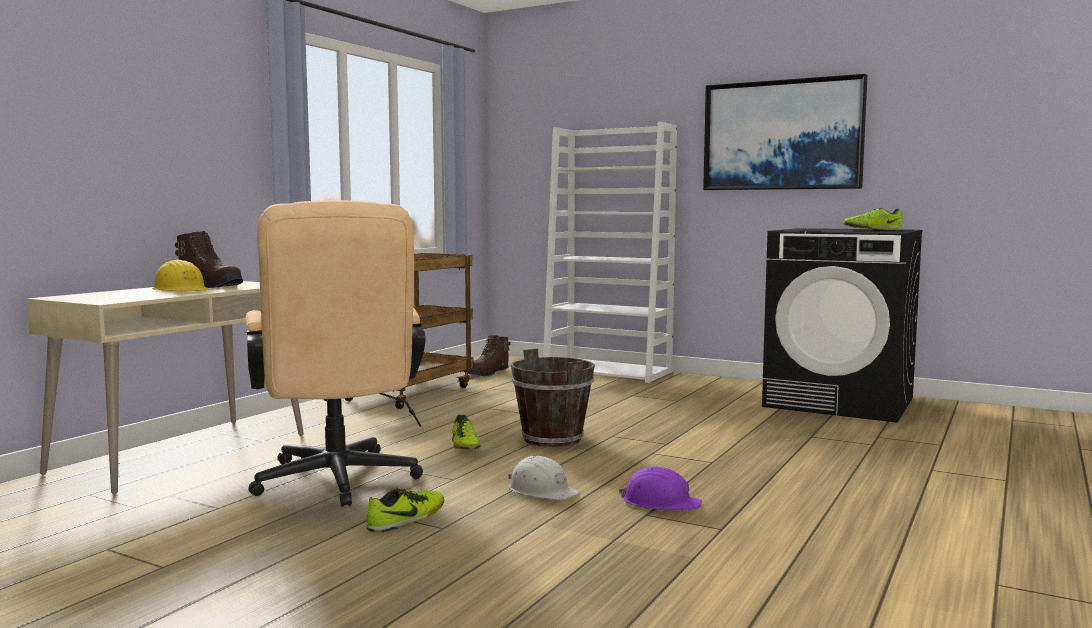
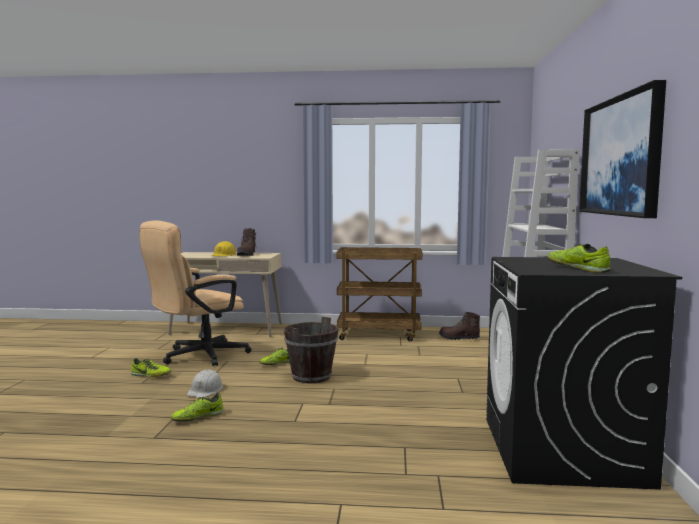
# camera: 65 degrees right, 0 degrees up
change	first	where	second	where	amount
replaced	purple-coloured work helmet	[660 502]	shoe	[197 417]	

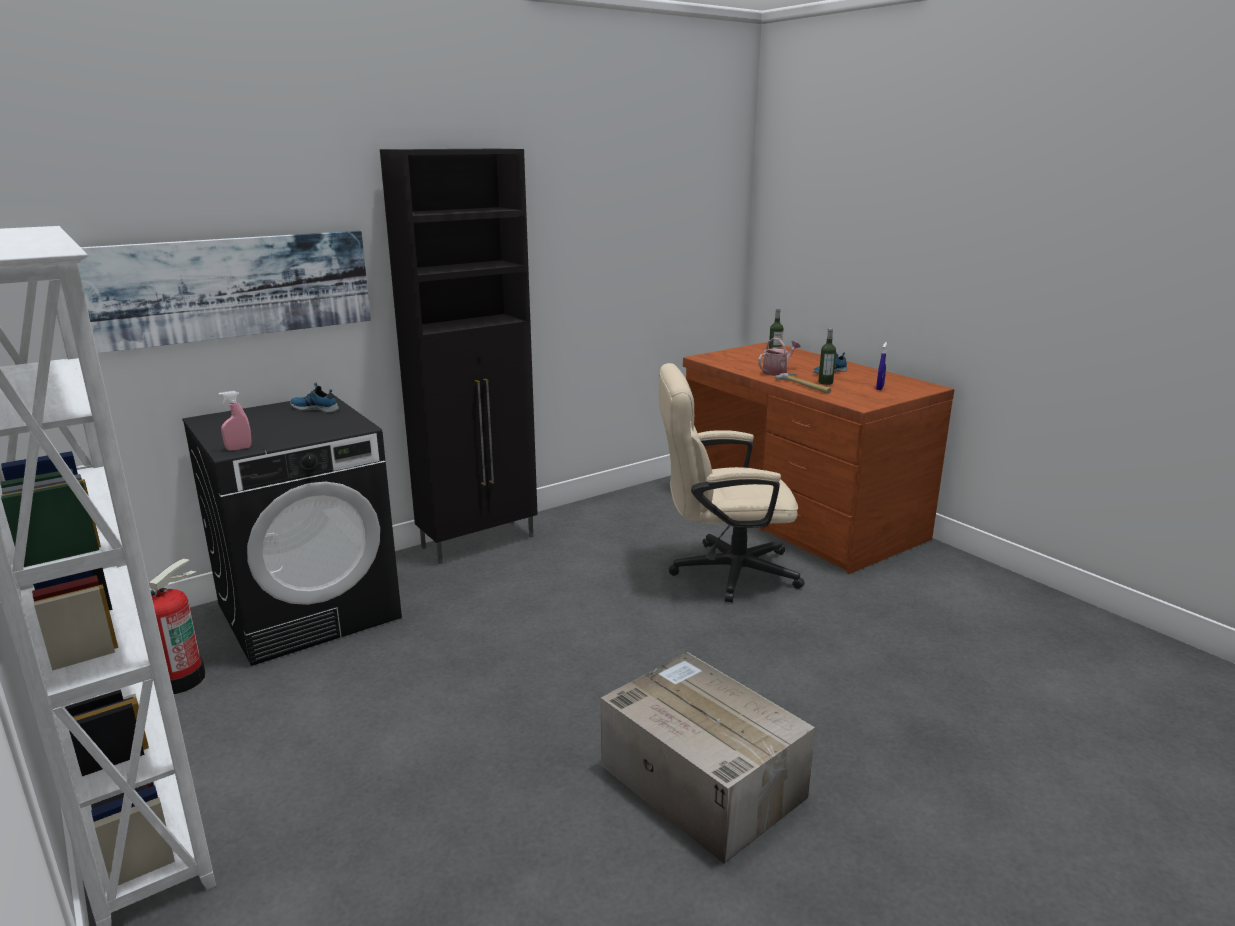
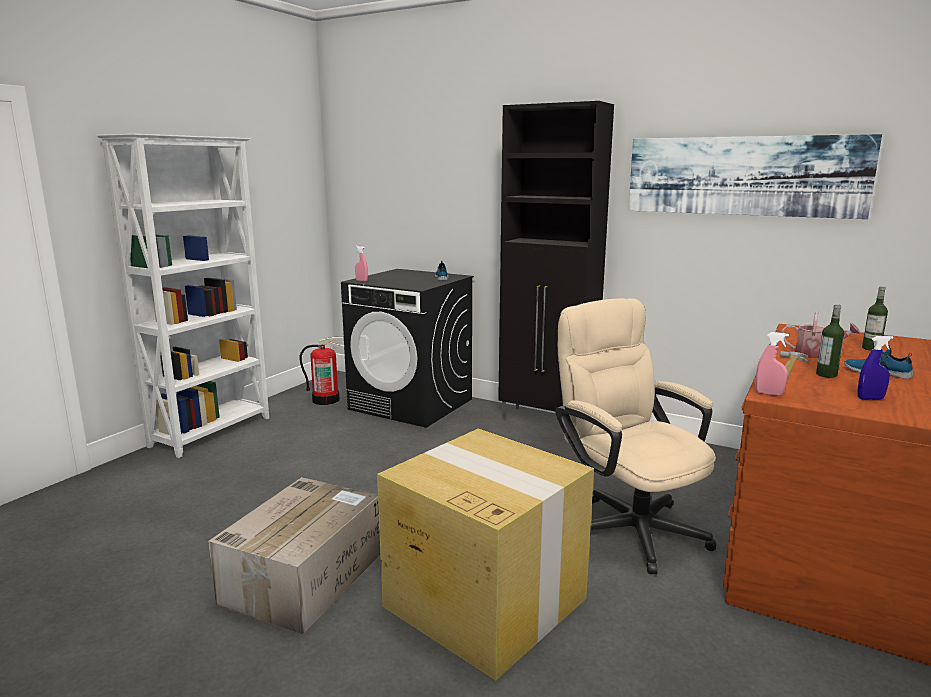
# camera: 65 degrees right, 5 degrees down
change	first	where	second	where	amount
moved	picture	[223 288]		[743 176]	
added			cardboard box	[483 601]	
added			pink spray bottle	[769 394]	

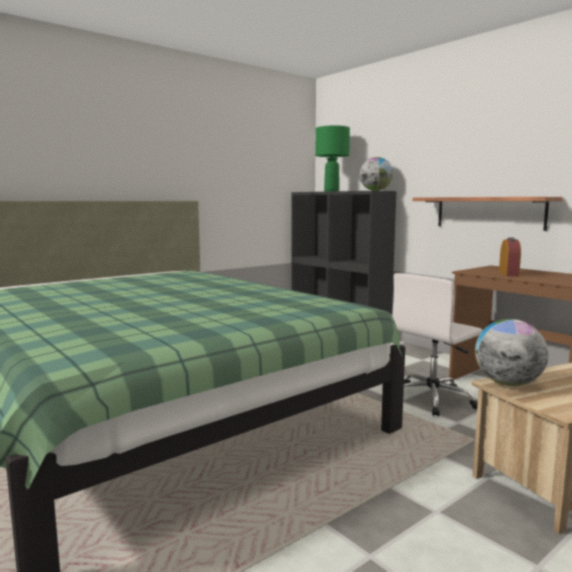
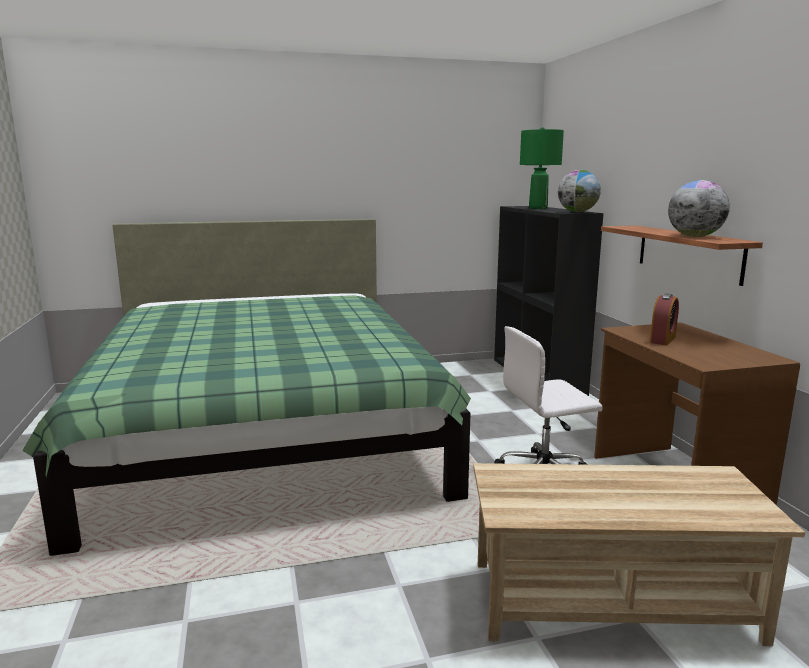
# camera: 25 degrees right, 5 degrees up
change	first	where	second	where	amount
moved	world globe	[508 383]		[694 236]	

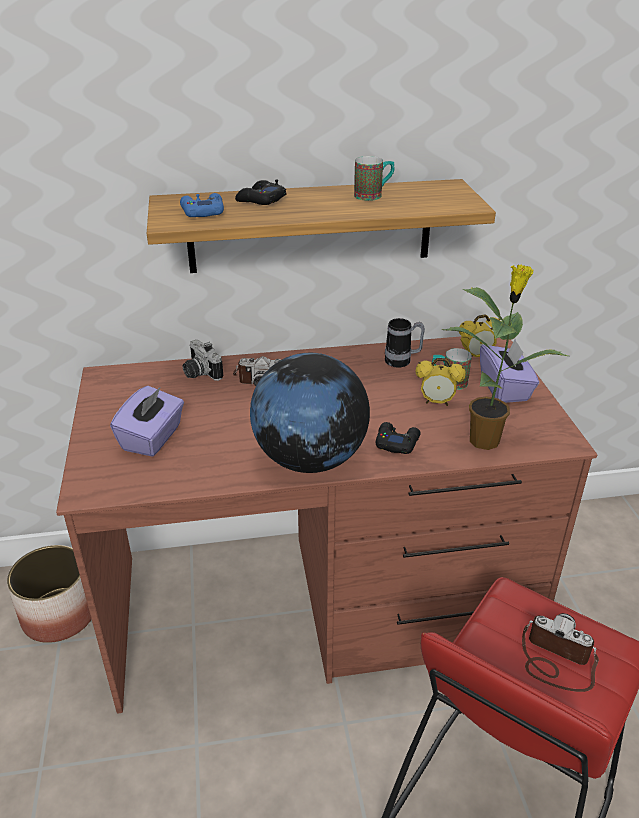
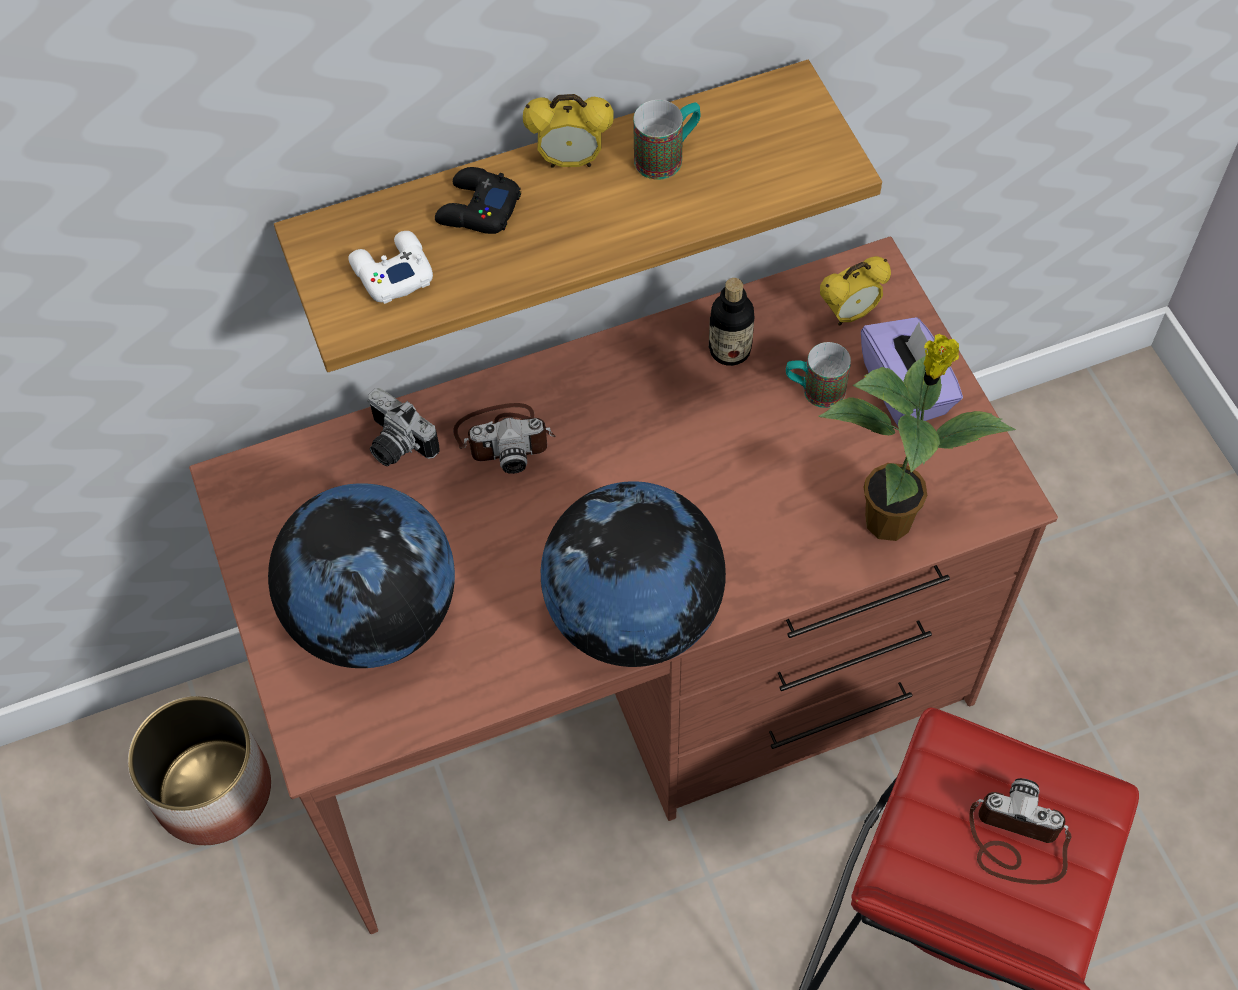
# camera: 10 degrees left, 25 degrees up
change	first	where	second	where	amount
replaced	purple-coloured tissue box	[152 438]	world globe	[375 616]	
recoloured	blue joypad	[202 212]	whitish joypad	[392 272]	
removed	blackish joypad	[396 442]			
replaced	tea mug	[402 361]	drink bottle	[730 350]	
moved	bedside clock	[437 402]		[571 161]	

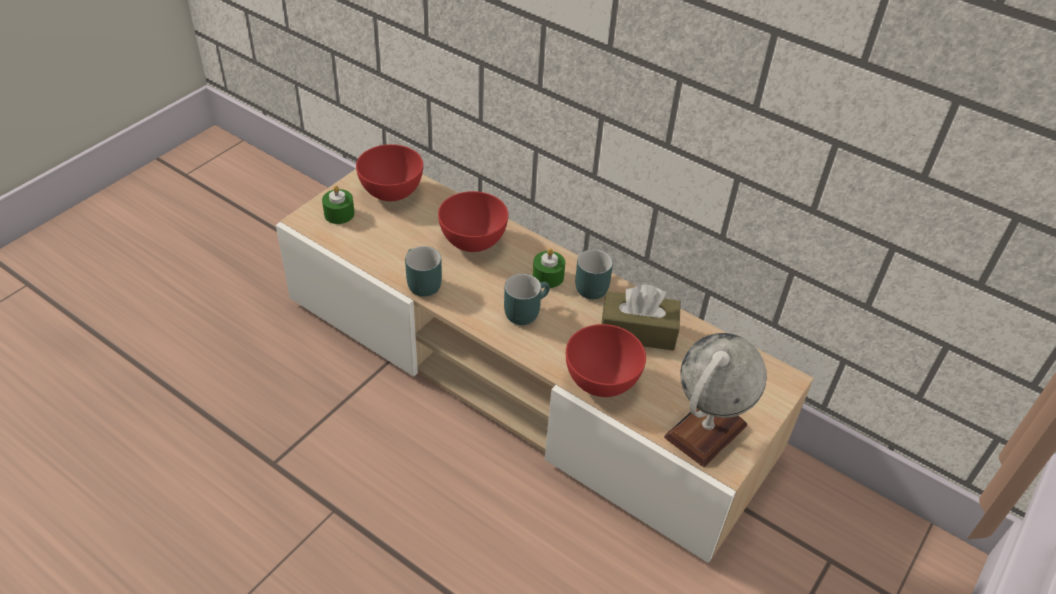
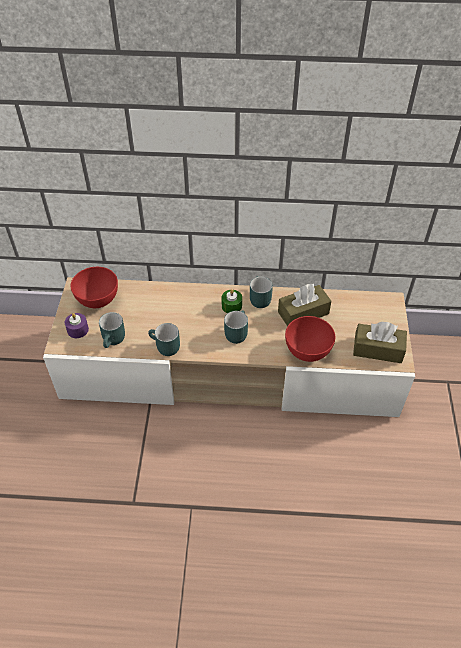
# camera: 30 degrees left, 5 degrees up
change	first	where	second	where	amount
recoloured	green-coloured candle	[339 214]	purple-coloured candle	[78 330]	
removed	red bowl	[473 242]			
replaced	world globe	[705 431]	brown tissue box	[378 349]	
added			turquoise-coloured tea mug	[114 340]	

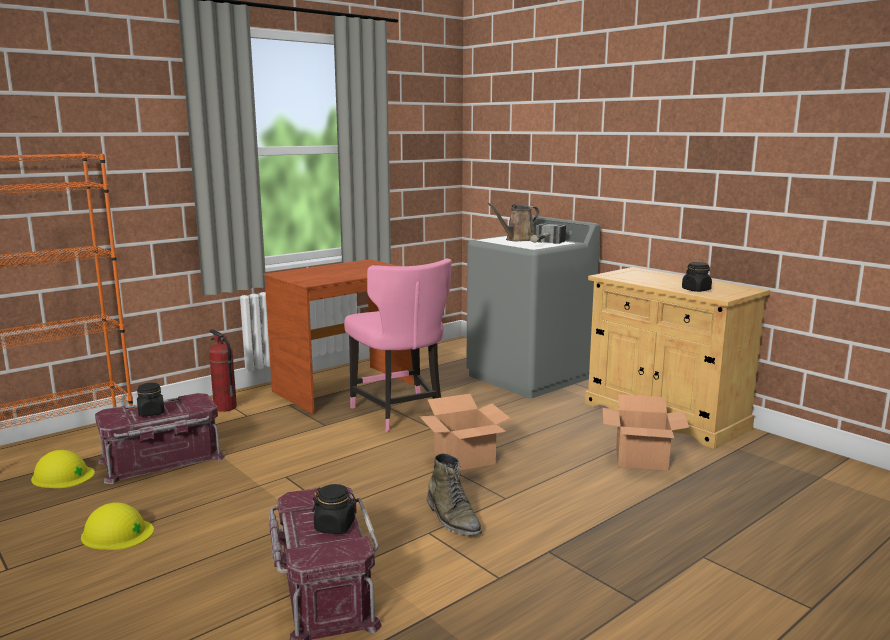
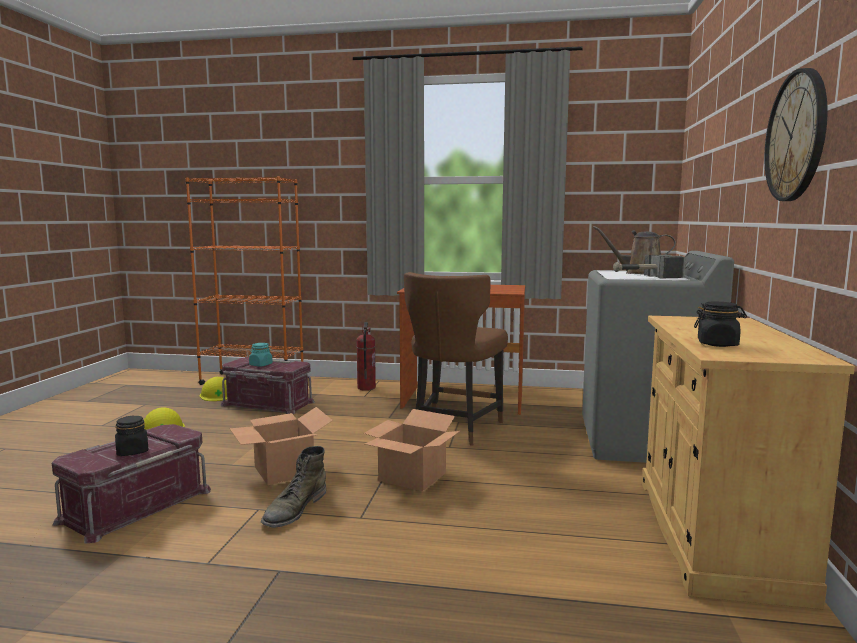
# camera: 50 degrees right, 5 degrees down
change	first	where	second	where	amount
recoloured	blackish storage jar	[151 413]	turquoise-coloured storage jar	[260 365]	
recoloured	pink chair	[400 414]	brown chair	[454 429]	
moved	cardboard box	[642 458]		[285 471]	
added			hanging clock	[796 136]	

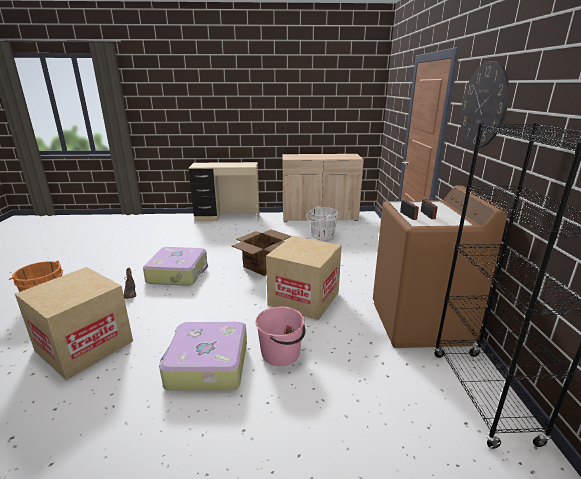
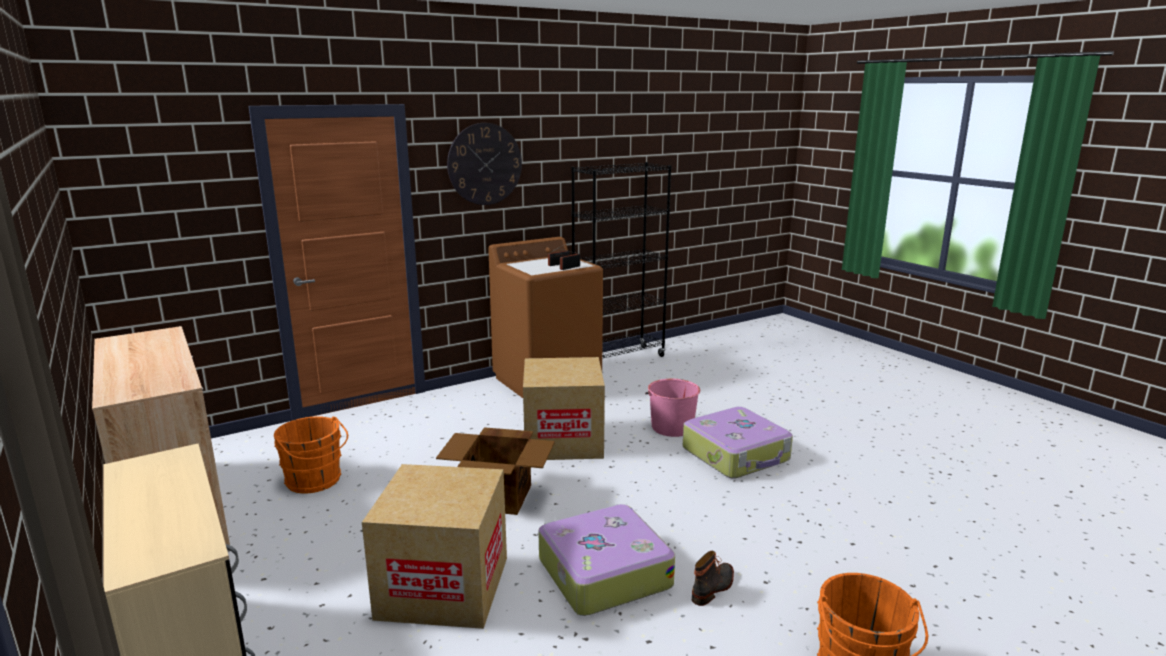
# camera: 120 degrees left, 5 degrees down
change	first	where	second	where	amount
moved	cardboard box	[84 346]		[443 587]	
recoloured	whitish pail	[321 235]	orange pail	[315 481]	

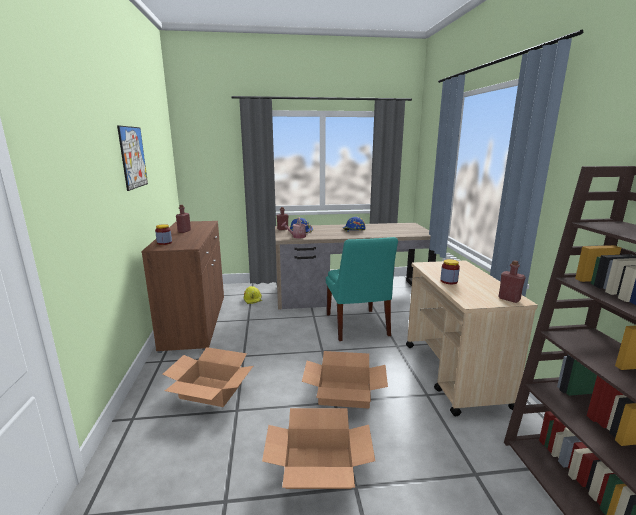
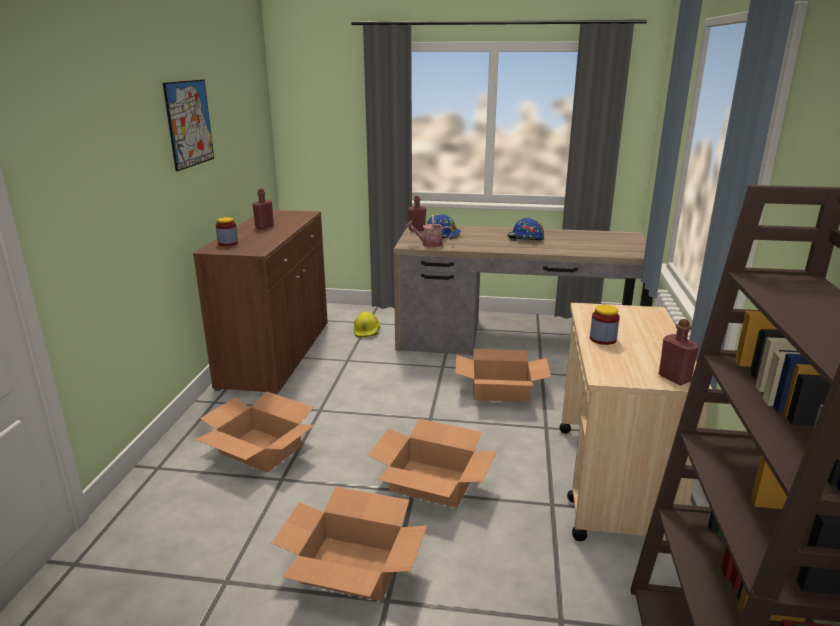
# camera: 15 degrees right, 5 degrees up
change	first	where	second	where	amount
replaced	turquoise-coloured chair	[357 326]	cardboard box	[500 390]	

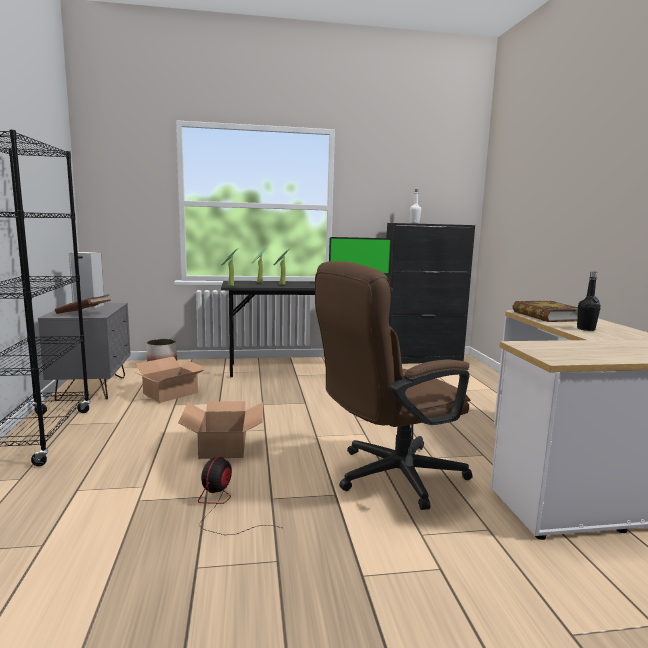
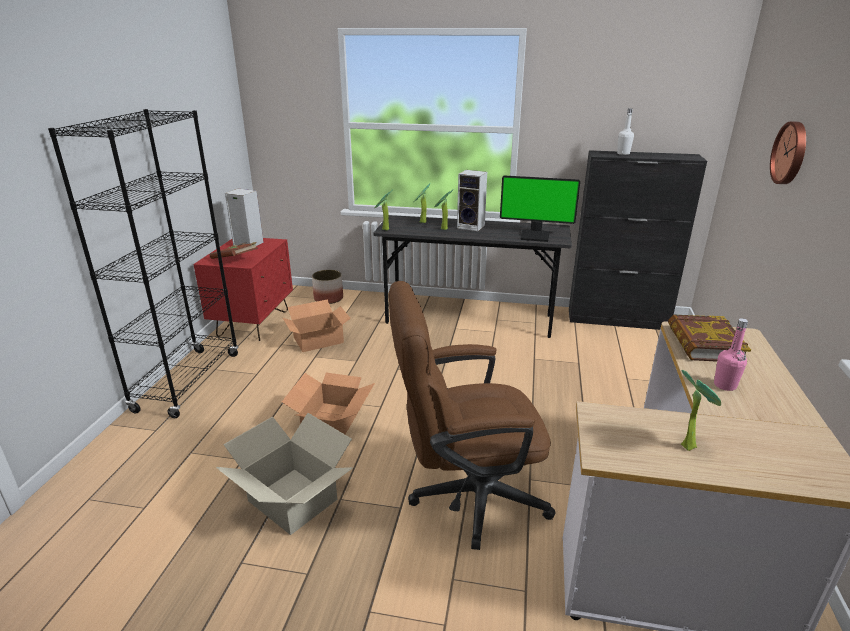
# camera: 20 degrees right, 15 degrees up
change	first	where	second	where	amount
recoloured	grey bedside table	[92 388]	red bedside table	[254 323]	
replaced	electric fan	[222 507]	cardboard box	[293 499]	
recoloured	blackish drink bottle	[586 329]	pink drink bottle	[725 385]	
added			audio speaker	[472 227]	
added			plant in a pot	[688 444]	
added			hanging clock	[791 153]	

